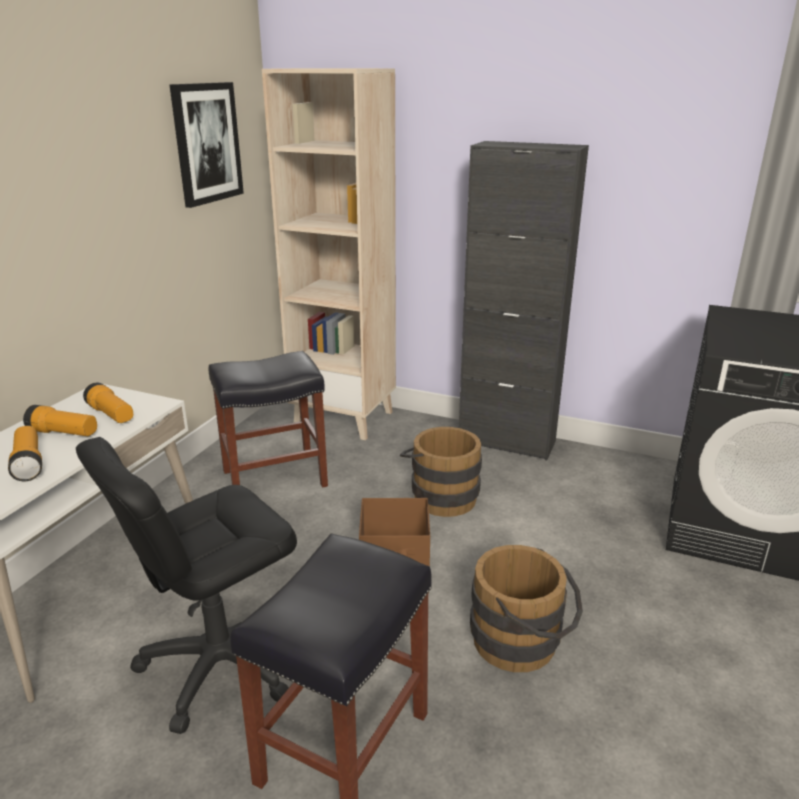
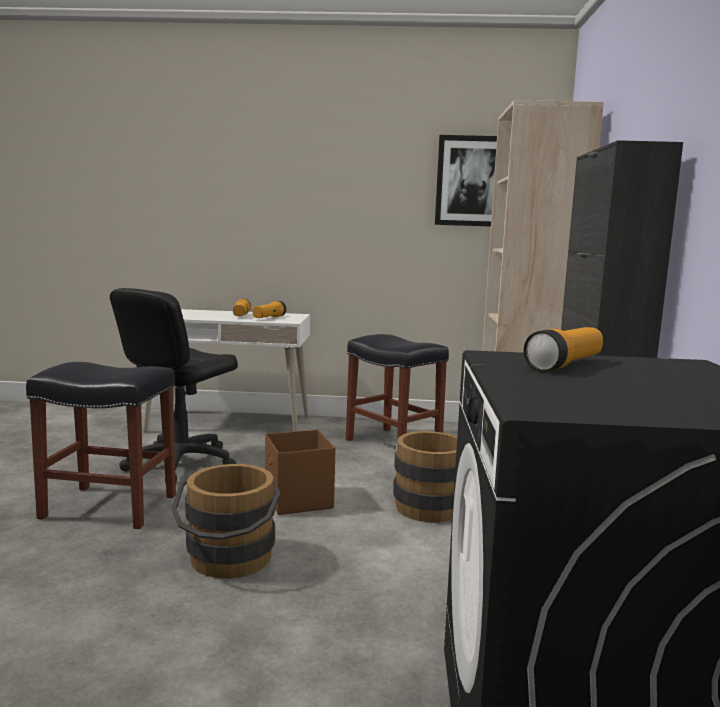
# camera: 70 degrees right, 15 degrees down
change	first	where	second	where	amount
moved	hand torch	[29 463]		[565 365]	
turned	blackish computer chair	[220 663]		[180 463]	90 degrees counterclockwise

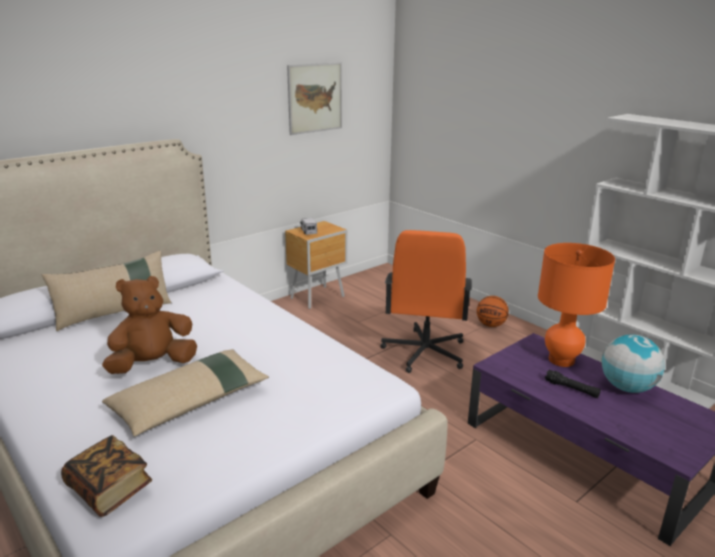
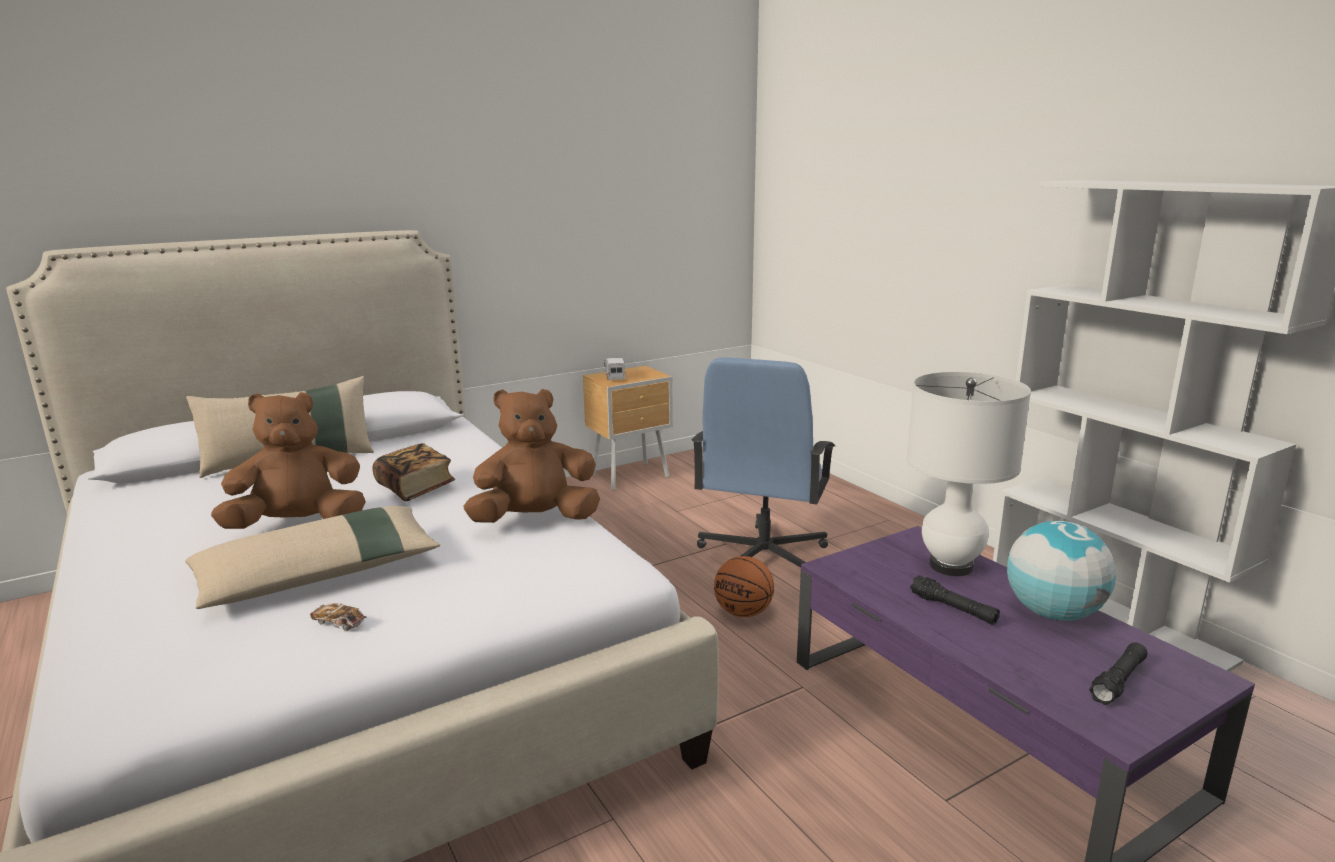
# camera: 10 degrees right, 5 degrees down
change	first	where	second	where	amount
moved	book	[109 489]		[415 488]	
removed	picture	[315 98]			
recoloured	orange computer chair	[424 352]	blue computer chair	[762 557]	
moved	basketball ball	[491 325]		[743 612]	
recoloured	orange lamp for a table	[561 360]	whitish lamp for a table	[951 566]	
added			miniature car	[339 624]	
added			brown cuddly toy	[535 520]	
added			blackish hand torch	[1118 681]	

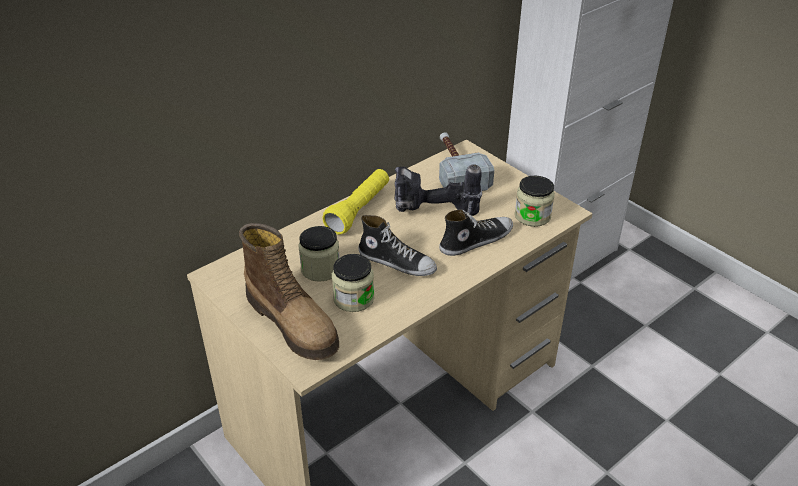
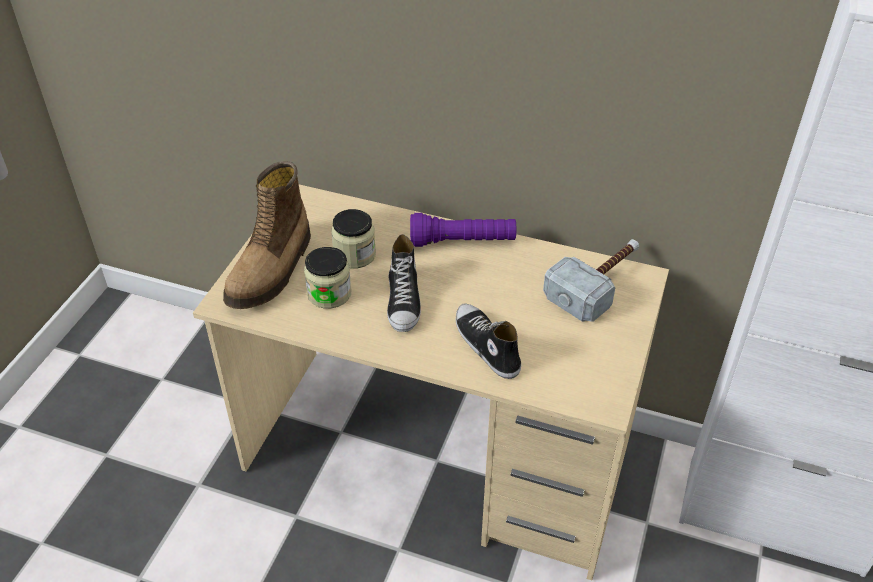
# camera: 60 degrees right, 5 degrees up
change	first	where	second	where	amount
recoloured	yellow-coloured hand torch	[359 210]	purple-coloured hand torch	[462 242]	
removed	drill	[433 213]			
turned	shoe	[476 240]		[486 346]	150 degrees counterclockwise
removed	storage jar	[532 216]			

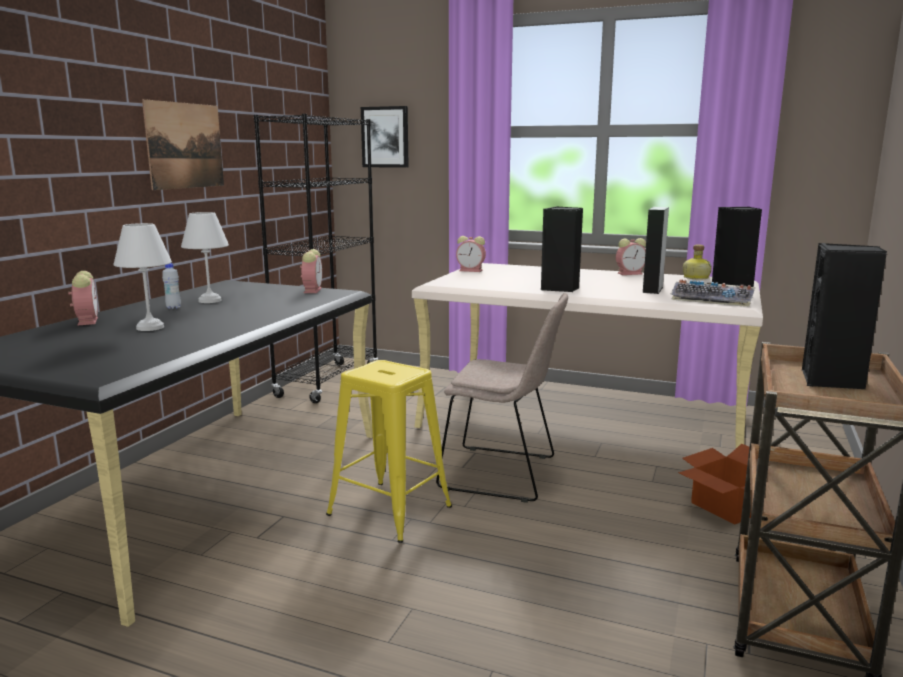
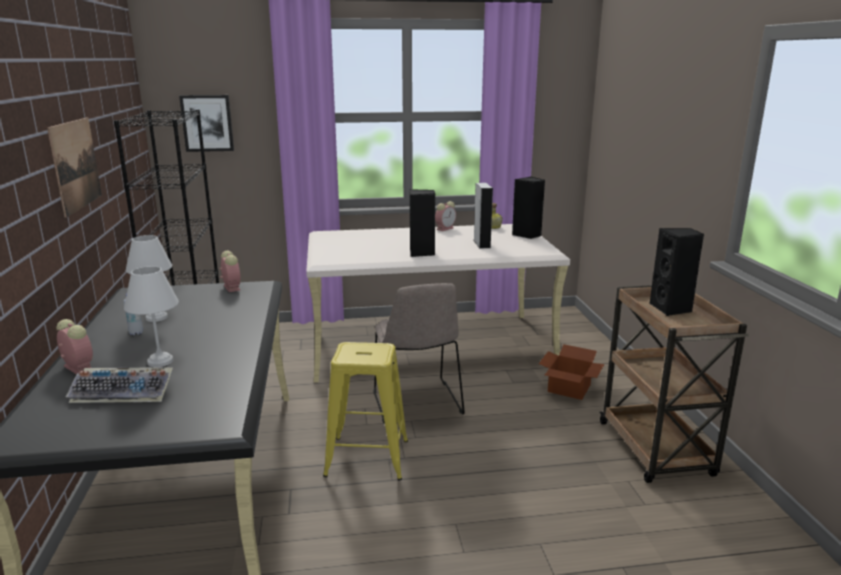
# camera: 30 degrees left, 5 degrees up
change	first	where	second	where	amount
turned	beige-coloured chair	[503 474]		[417 404]	90 degrees clockwise
removed	bedside clock	[471 270]			
moved	PC keyboard	[713 300]		[124 392]	

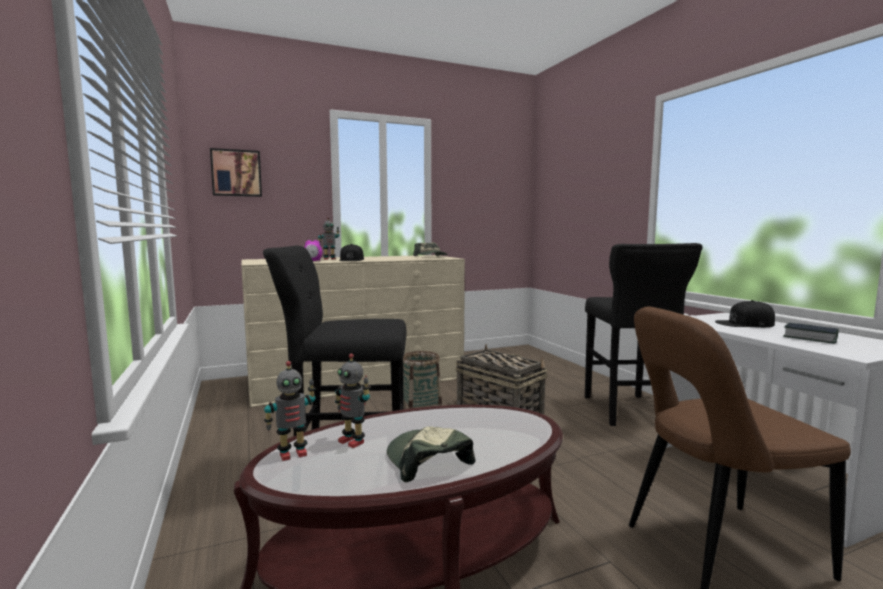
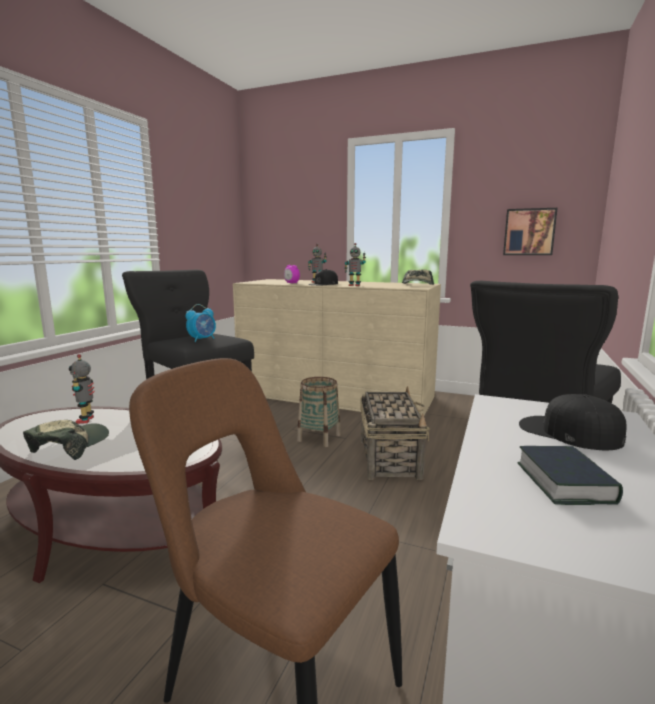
# camera: 45 degrees right, 5 degrees up
change	first	where	second	where	amount
moved	picture	[236 173]		[529 232]	
moved	robot figure	[292 454]		[354 285]	
added			bedside clock	[202 339]	

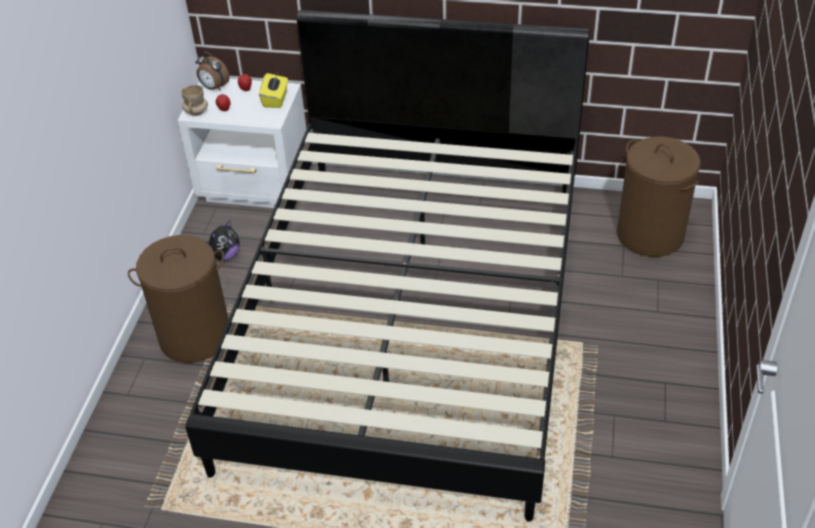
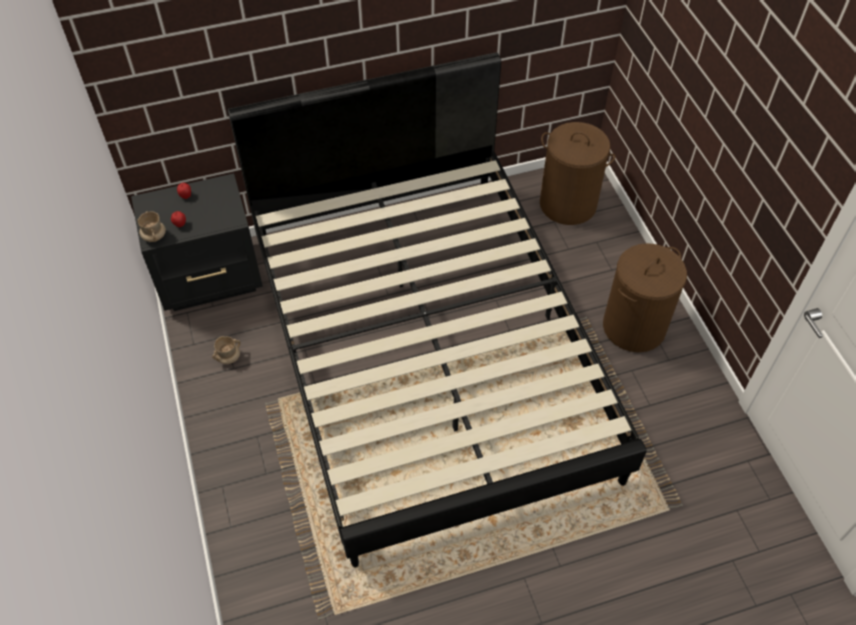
# camera: 30 degrees left, 10 degrees up
change	first	where	second	where	amount
moved	brown hamper	[195 336]		[634 326]	
recoloured	whitish bedside table	[256 187]	blackish bedside table	[211 279]	
removed	bedside clock	[214 88]			
replaced	cuddly toy	[225 255]	beige-coloured tea mug	[229 357]	
removed	yellow-coloured tissue box	[275 99]			

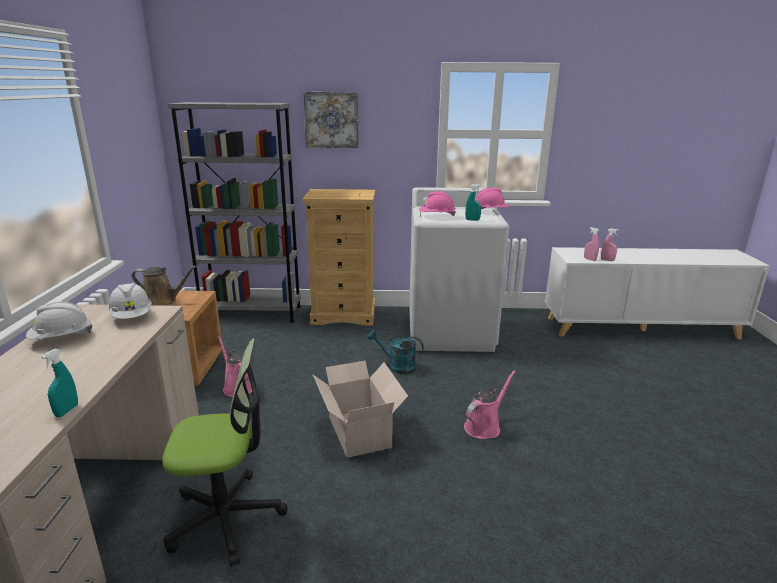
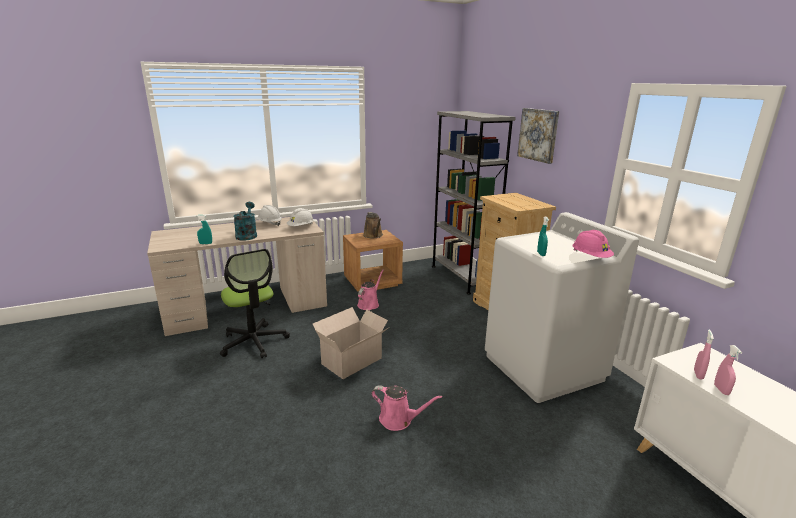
# camera: 65 degrees right, 0 degrees up
change	first	where	second	where	amount
moved	turquoise-coloured sprinkling can	[397 366]		[247 235]	
removed	pink work helmet	[436 216]			

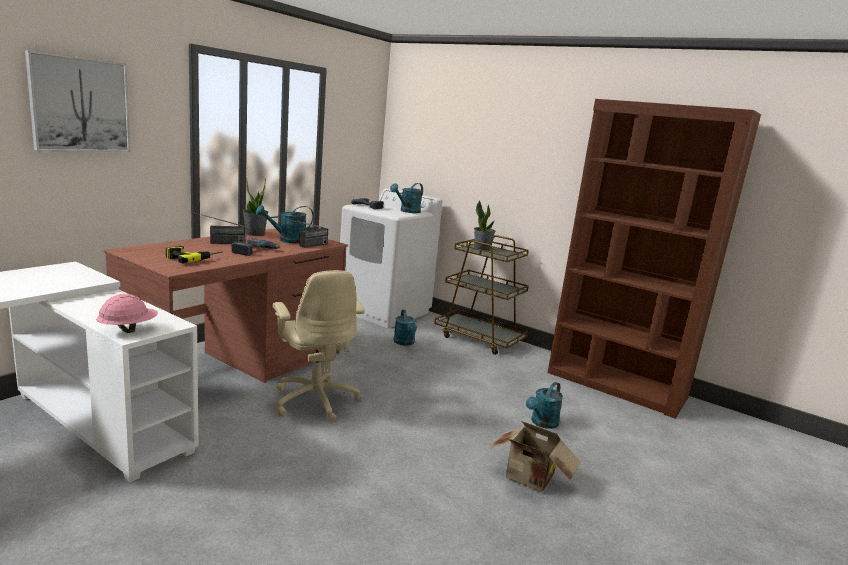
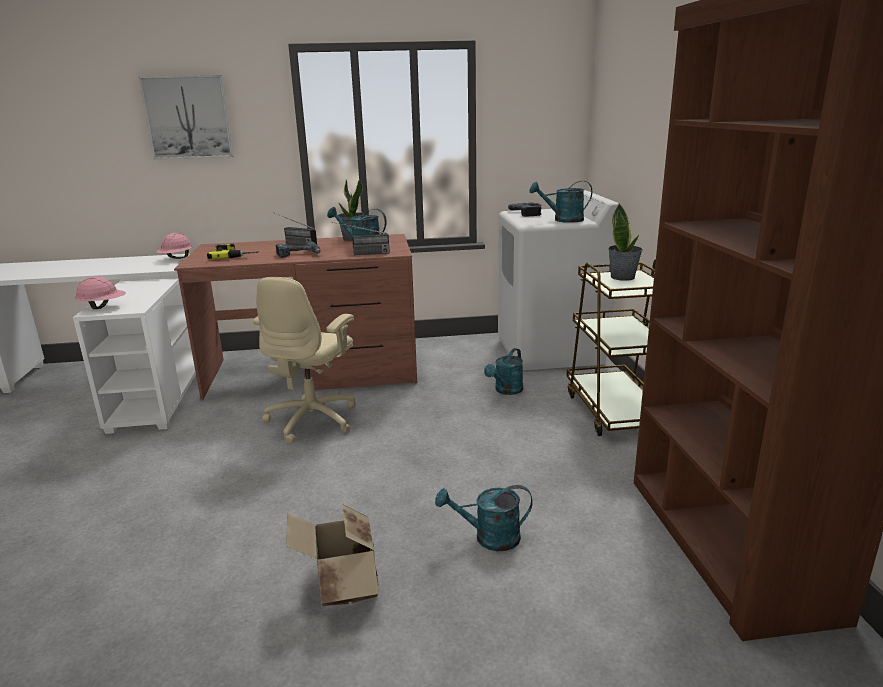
# camera: 50 degrees right, 5 degrees up
change	first	where	second	where	amount
added			pink work helmet	[176 258]	

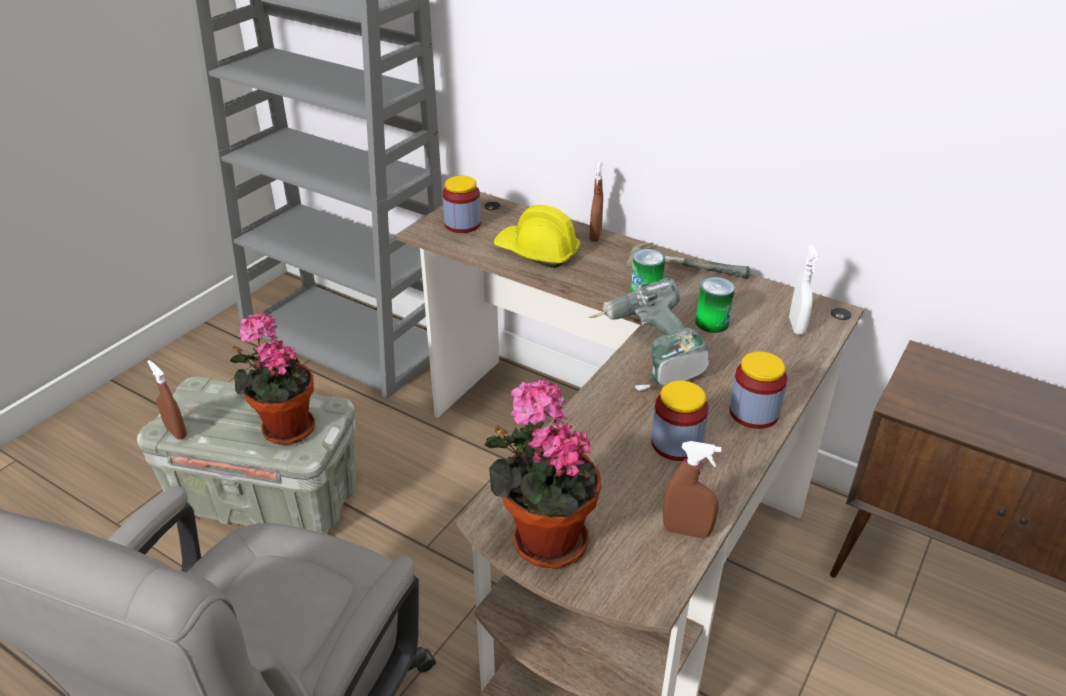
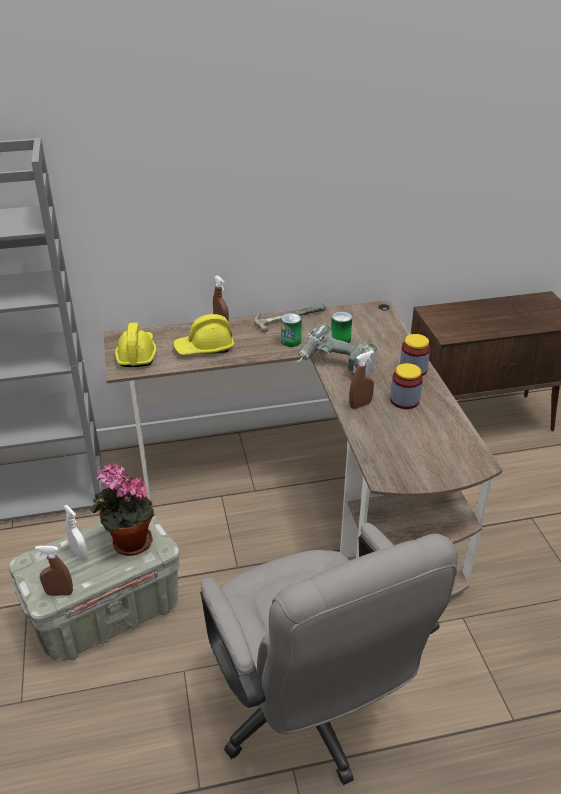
# camera: 45 degrees left, 0 degrees up
change	first	where	second	where	amount
replaced	storage jar	[462 224]	yellow-coloured work helmet	[137 354]	
removed	plant in a pot	[543 539]			
moved	brown spray bottle	[686 531]		[360 405]	
moved	whitish spray bottle	[796 326]		[79 554]	

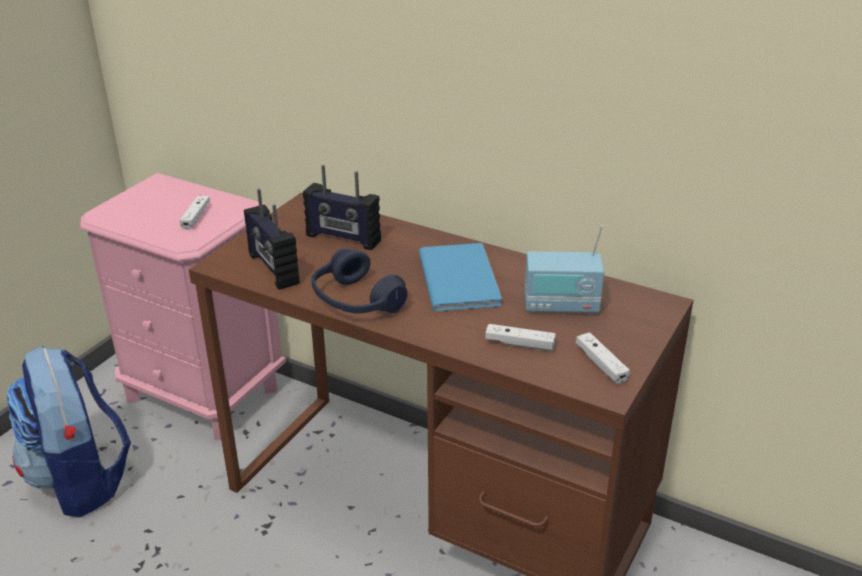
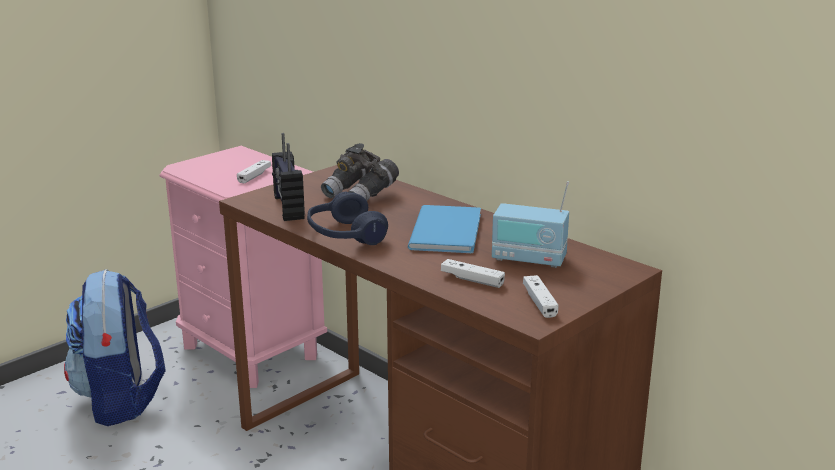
# camera: 15 degrees right, 10 degrees down
change	first	where	second	where	amount
replaced	radio set	[343 238]	grey field glasses	[361 194]	

